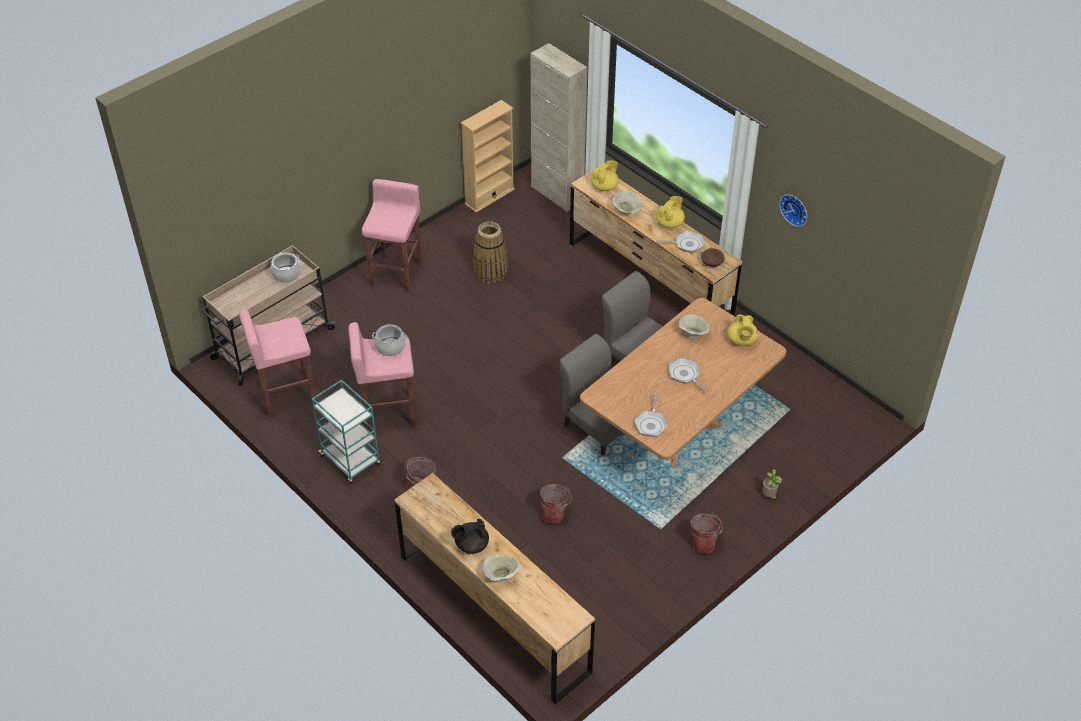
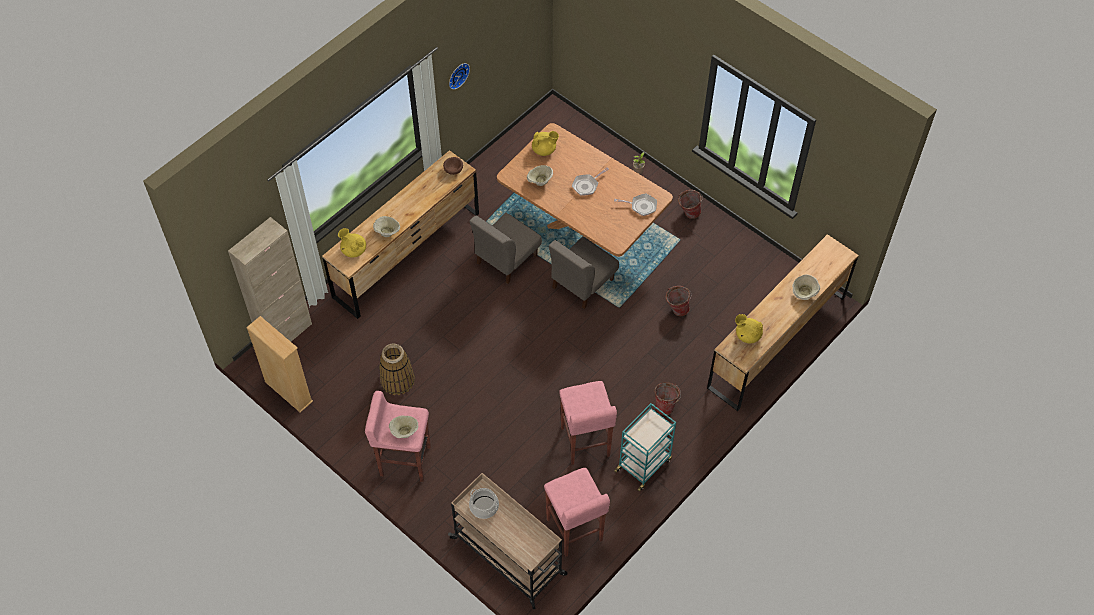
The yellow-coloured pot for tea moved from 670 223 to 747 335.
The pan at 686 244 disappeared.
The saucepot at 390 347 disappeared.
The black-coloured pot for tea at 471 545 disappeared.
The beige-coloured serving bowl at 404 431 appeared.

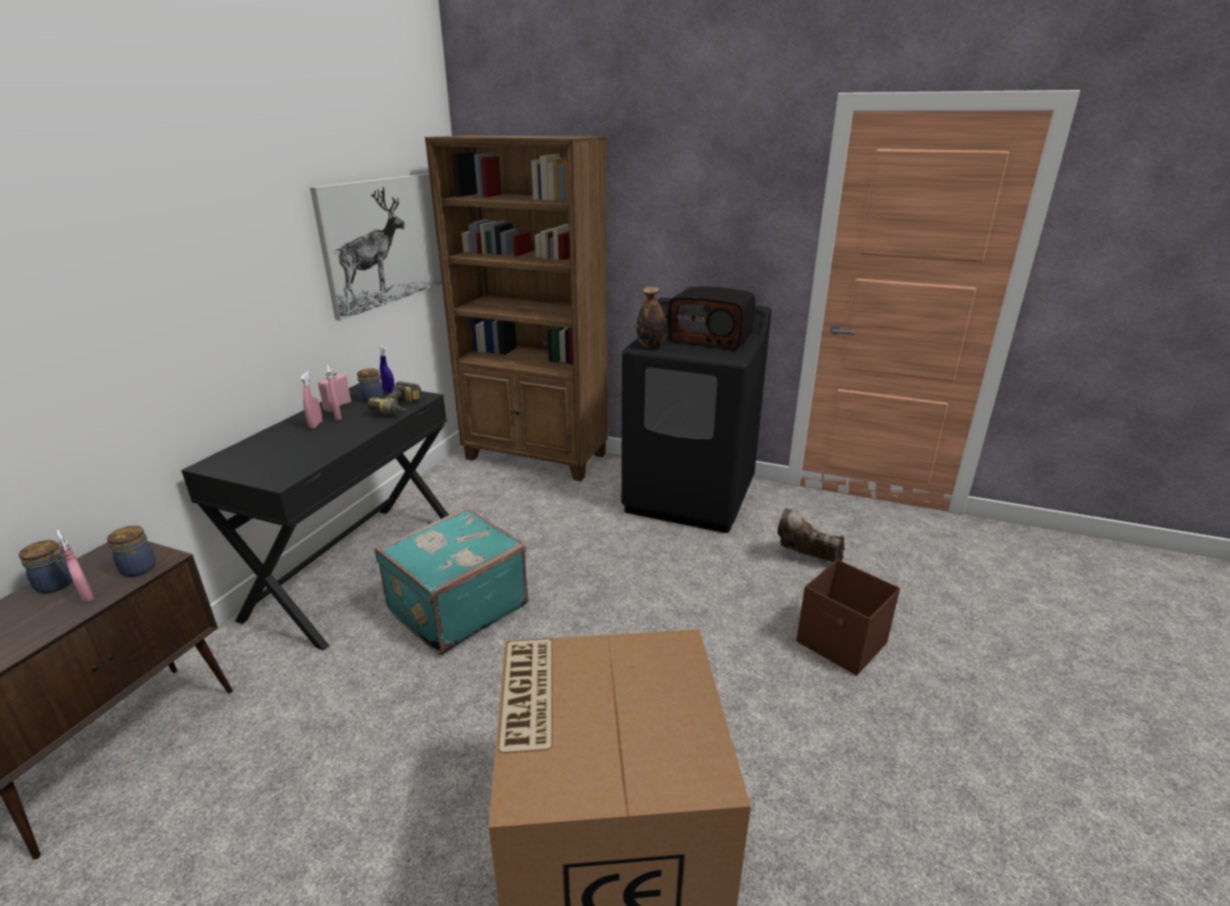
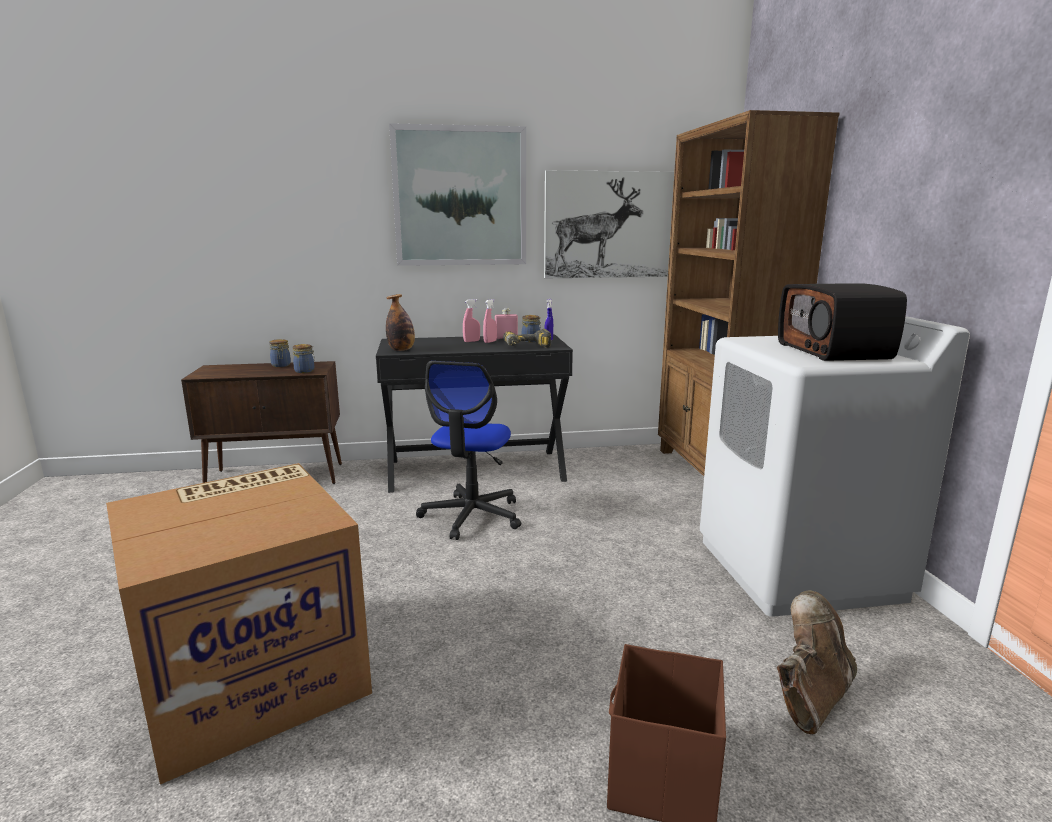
The beverage bottle moved from 651 346 to 401 350.
The black-coloured laundry appliance at 690 496 became the white laundry appliance at 798 569.
The turquoise suitcase at 456 607 was replaced by the desk chair at 471 516.
The brown-coloured boot at 805 559 turned 45 degrees clockwise.
The pink-coloured hand sprayer at 87 596 disappeared.
The wall picture at 460 197 appeared.

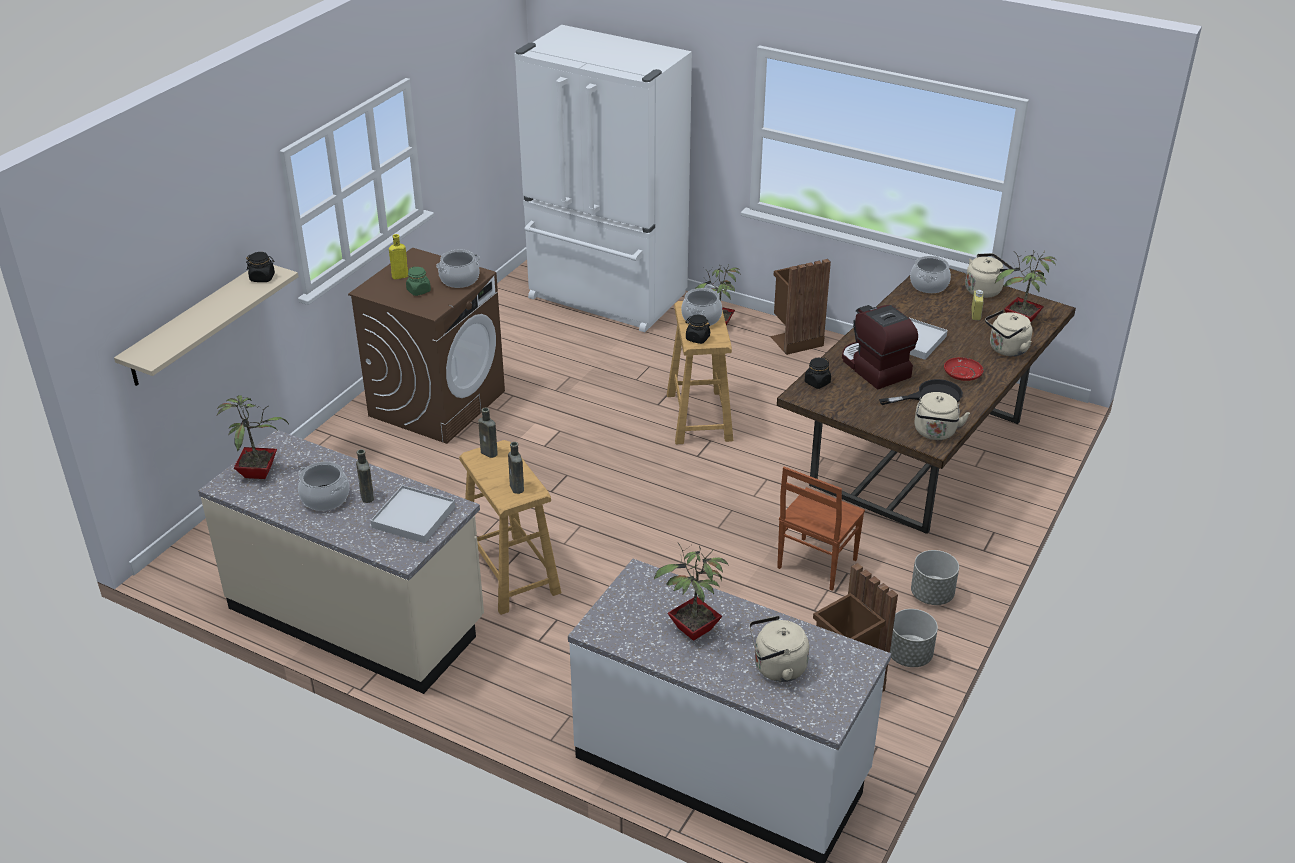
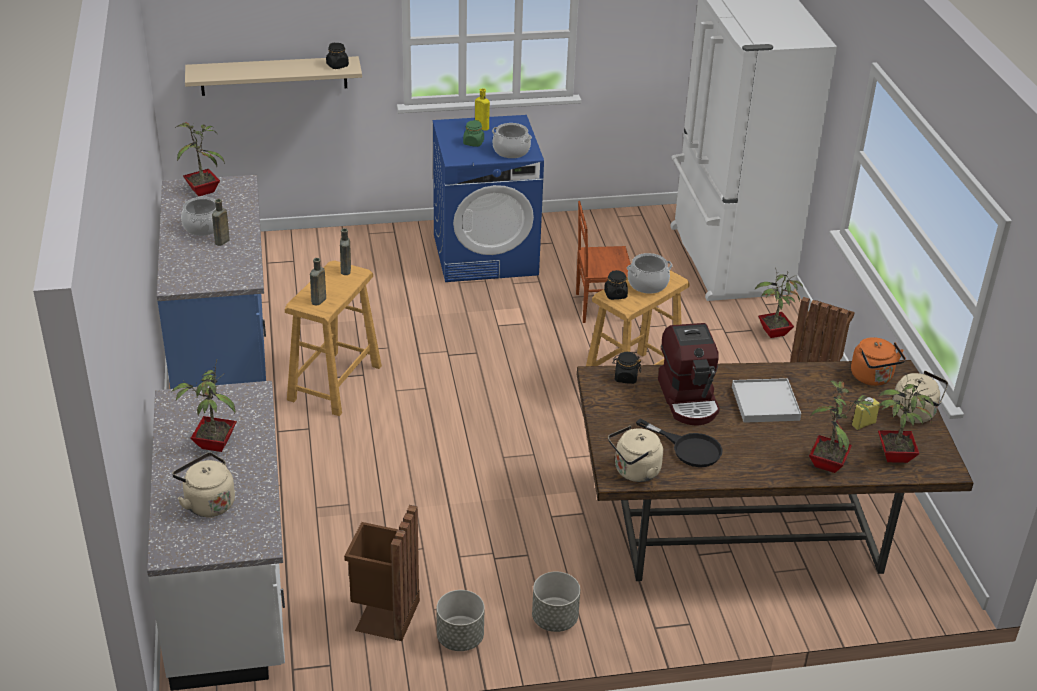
The brown-coloured laundry appliance at 437 403 became the bluish laundry appliance at 486 254.
The saucepot at 929 285 was replaced by the orange-coloured water kettle at 873 378.
The coffee maker at 873 368 turned 150 degrees clockwise.
The beige-coloured water kettle at 1006 350 was replaced by the plant in a pot at 829 465.
The red-coloured plate at 962 374 disappeared.
The beige-coloured counter at 357 615 became the bluish counter at 222 340.
The brown-coloured chair moved from 815 564 to 600 306.
The white tray at 414 517 disappeared.

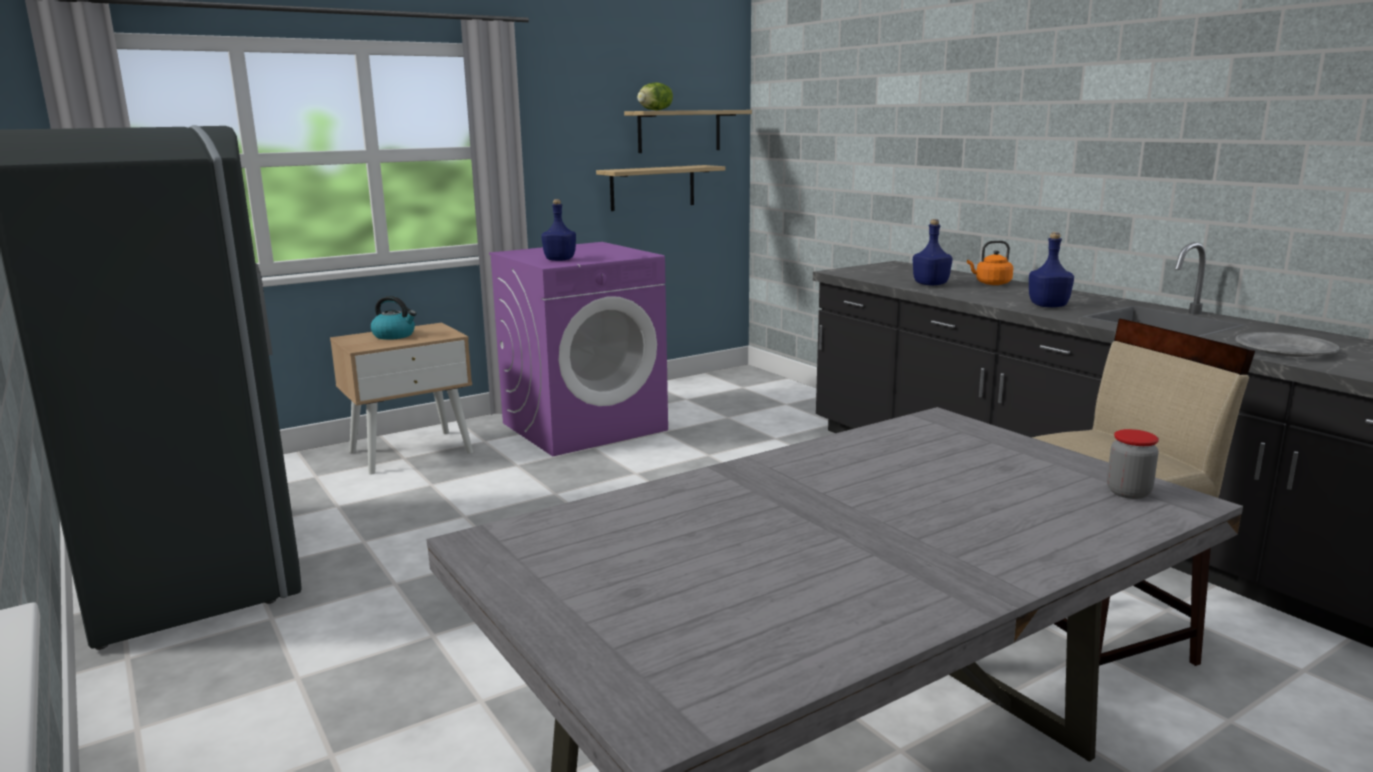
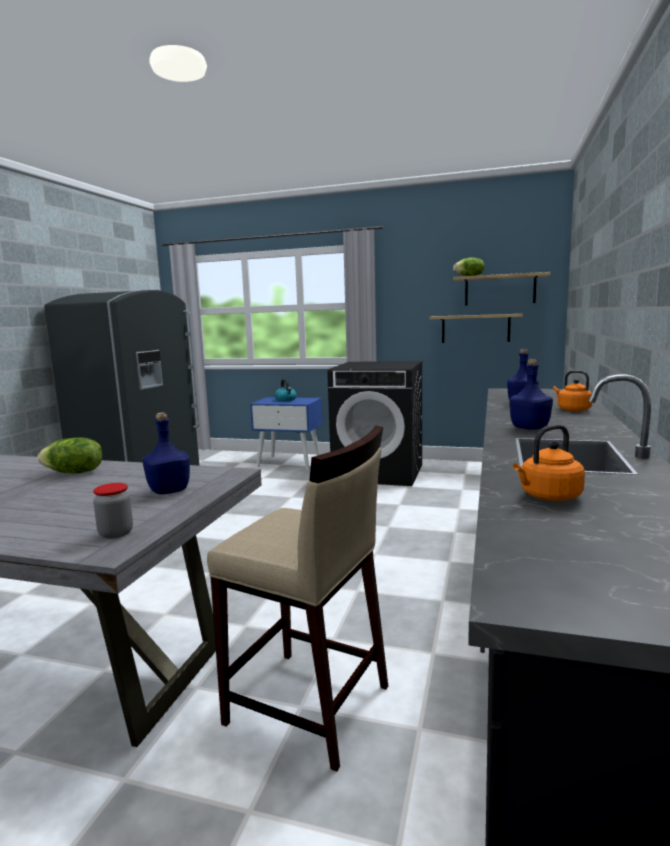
The bluish beverage bottle moved from 559 260 to 168 490.
The purple-coloured laundry appliance at 584 426 became the black-coloured laundry appliance at 379 472.
The beige-coloured nightstand at 411 451 became the bluish nightstand at 289 463.
The grey plate at 1285 350 was replaced by the orange-coloured water kettle at 548 497.
The lettuce head at 74 473 appeared.

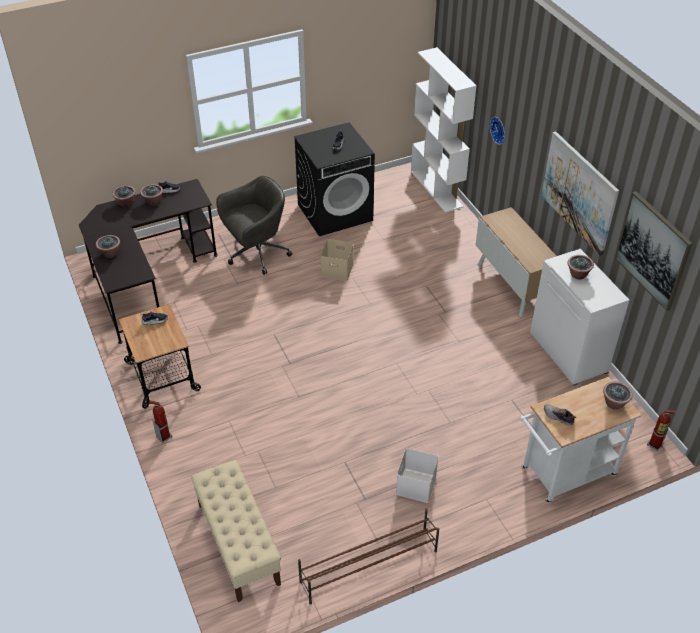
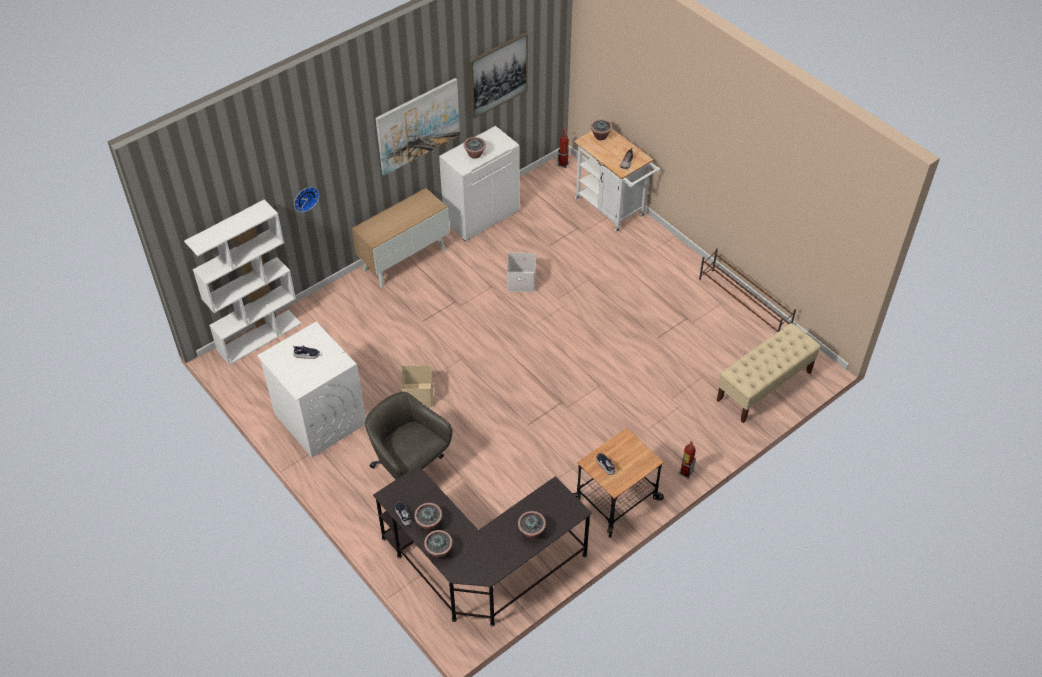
The black-coloured laundry appliance at 335 212 became the white laundry appliance at 319 418.
The white storage box moved from 416 486 to 522 281.

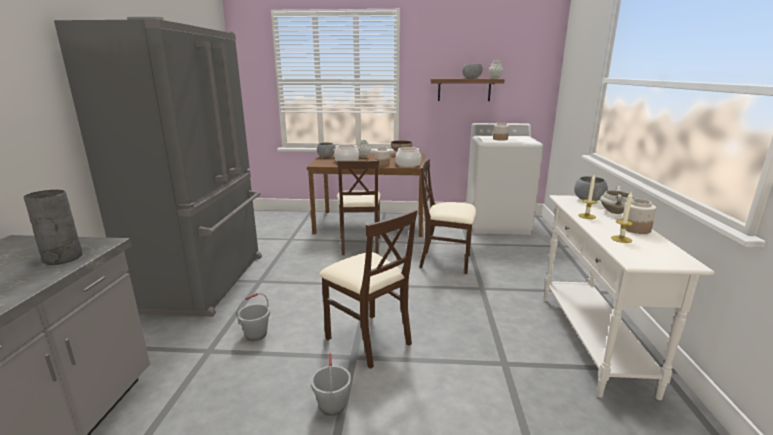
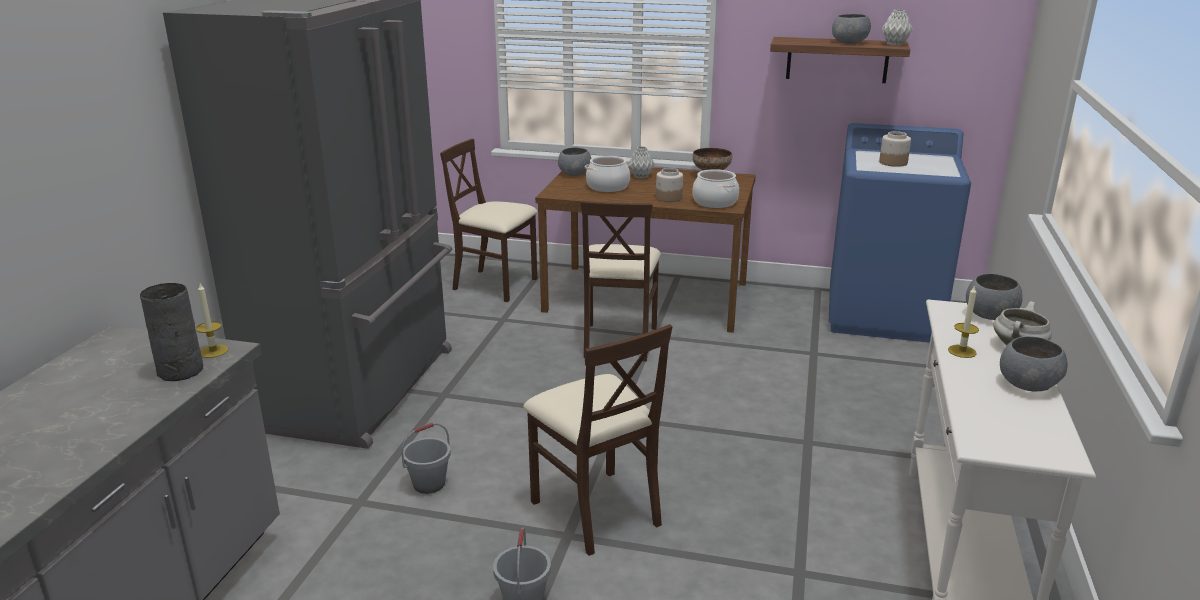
The white laundry appliance at 497 224 became the bluish laundry appliance at 883 315.
The beige-coloured chair moved from 446 262 to 495 285.
The candle moved from 621 239 to 213 351.
The preserve jar at 635 229 was replaced by the grey serving bowl at 1026 384.

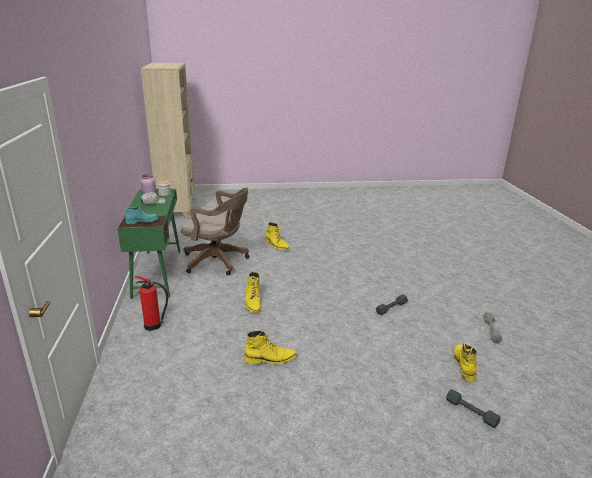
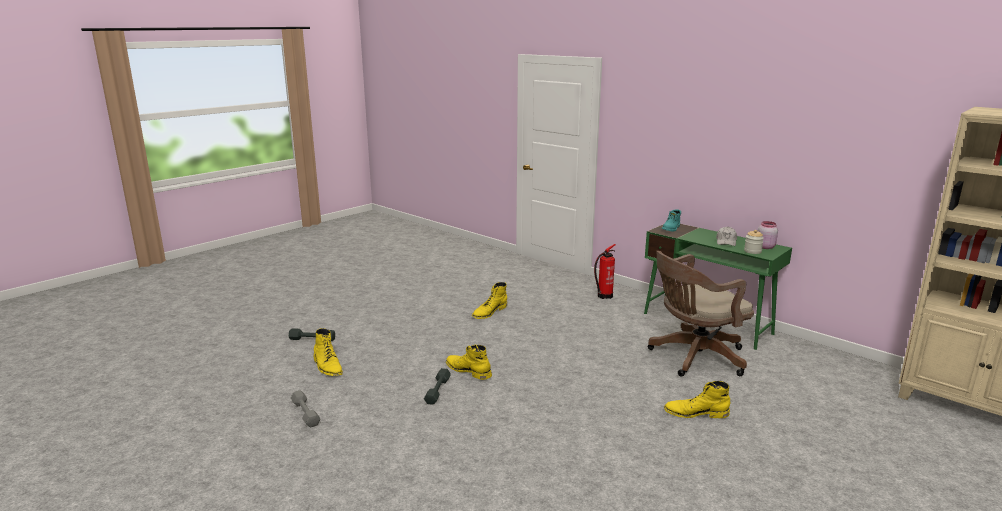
The yellow-coloured boot moved from 253 302 to 468 370.

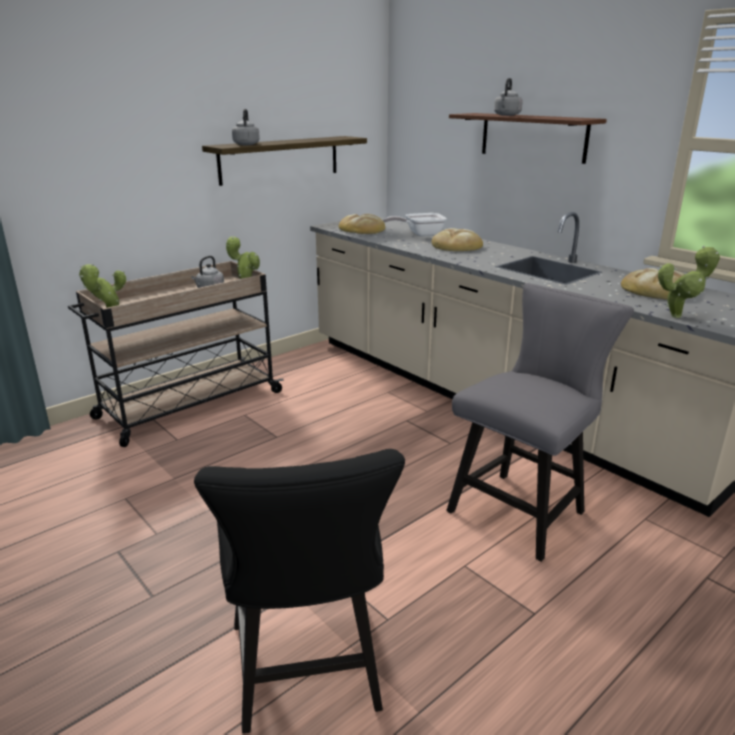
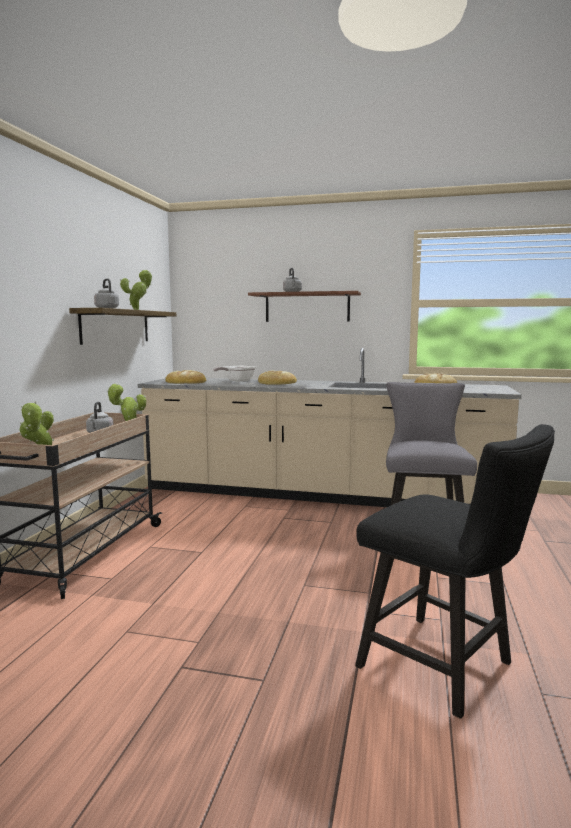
The plant in a pot moved from 679 316 to 138 310.

